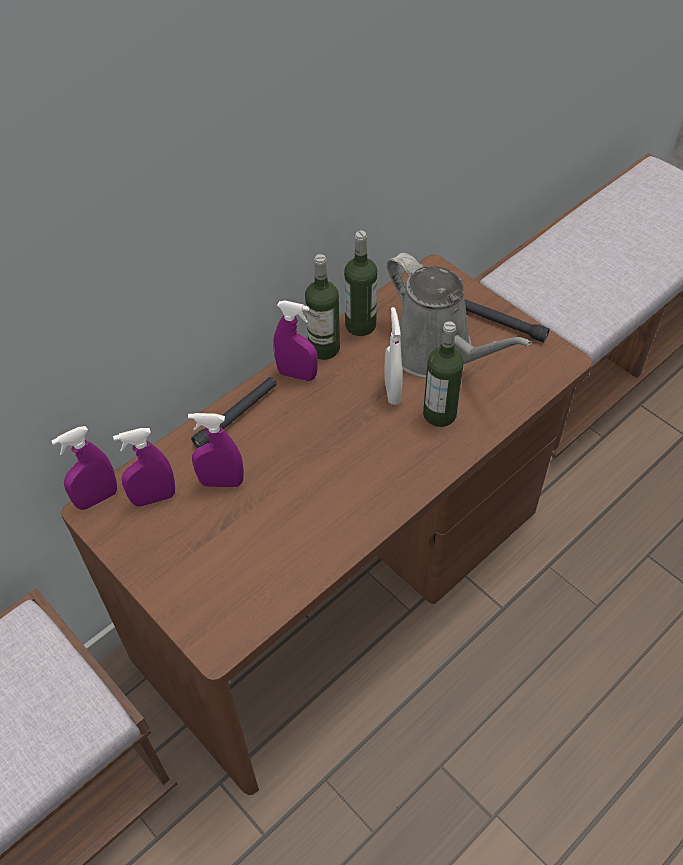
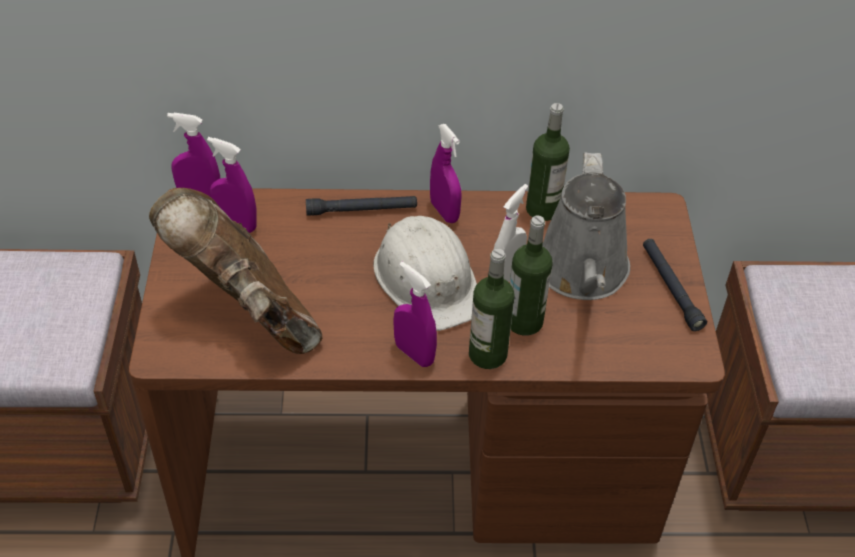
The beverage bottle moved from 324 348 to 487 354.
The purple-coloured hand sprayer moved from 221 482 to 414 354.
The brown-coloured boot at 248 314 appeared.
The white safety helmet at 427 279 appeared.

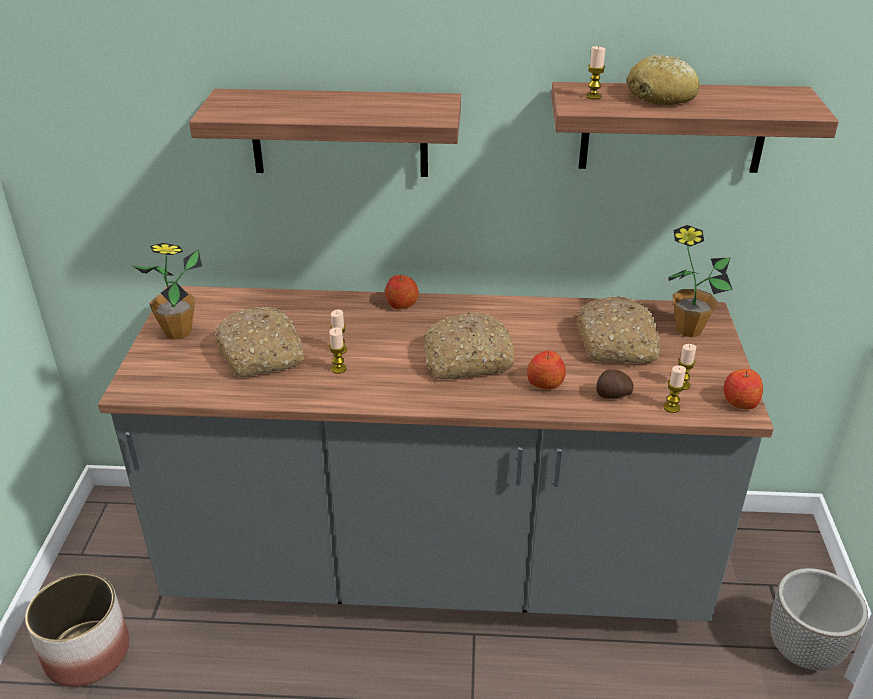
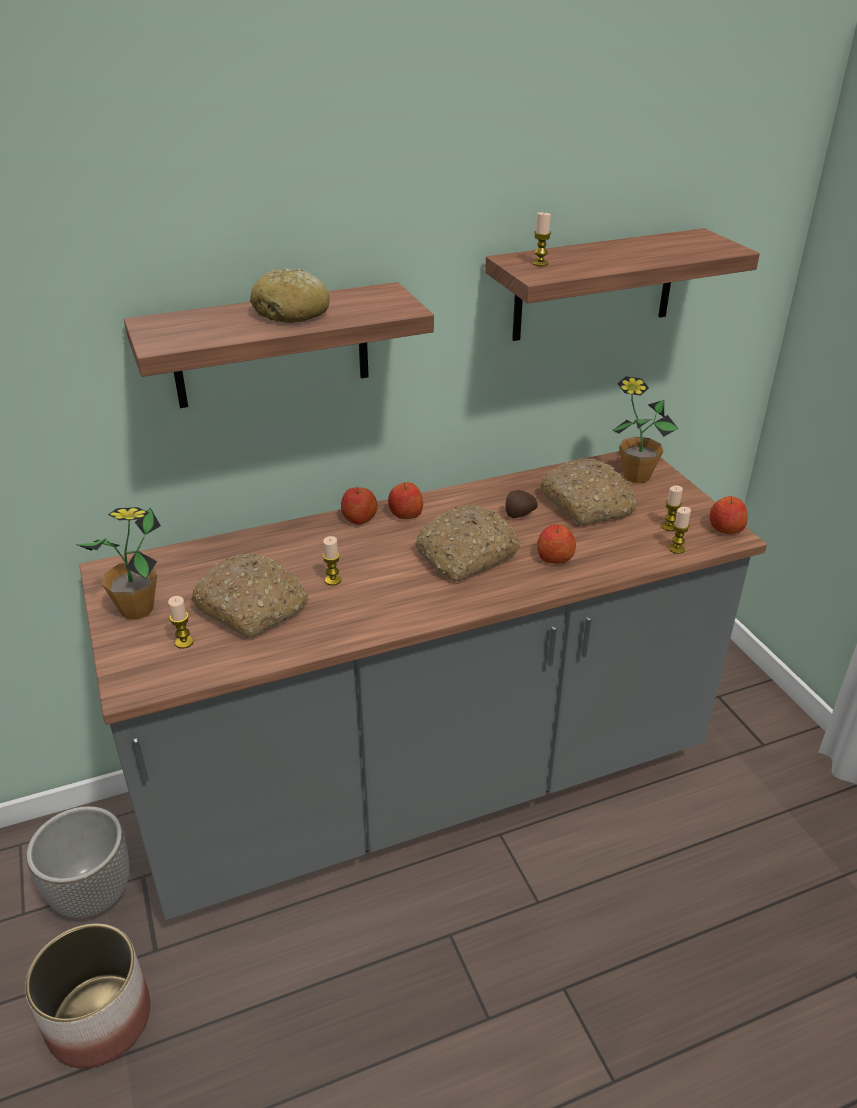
The bakery bread moved from 661 96 to 292 313.
The candle moved from 338 369 to 184 642.
The spud moved from 612 395 to 519 514.
The plant pot moved from 804 650 to 94 894.
The apple at 405 514 appeared.

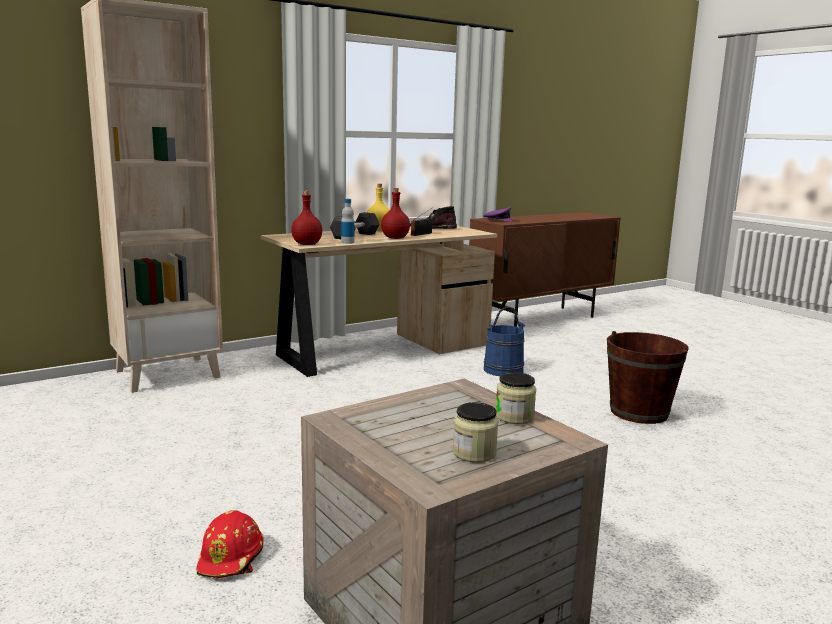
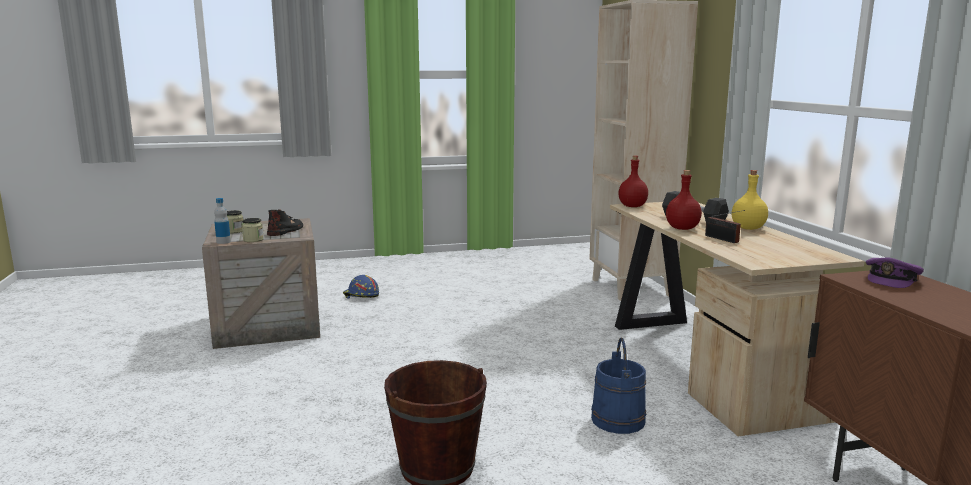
The beverage bottle moved from 347 242 to 223 242.
The black-coloured boot moved from 432 228 to 286 230.
The red-coloured safety helmet at 232 558 became the bluish safety helmet at 361 295.

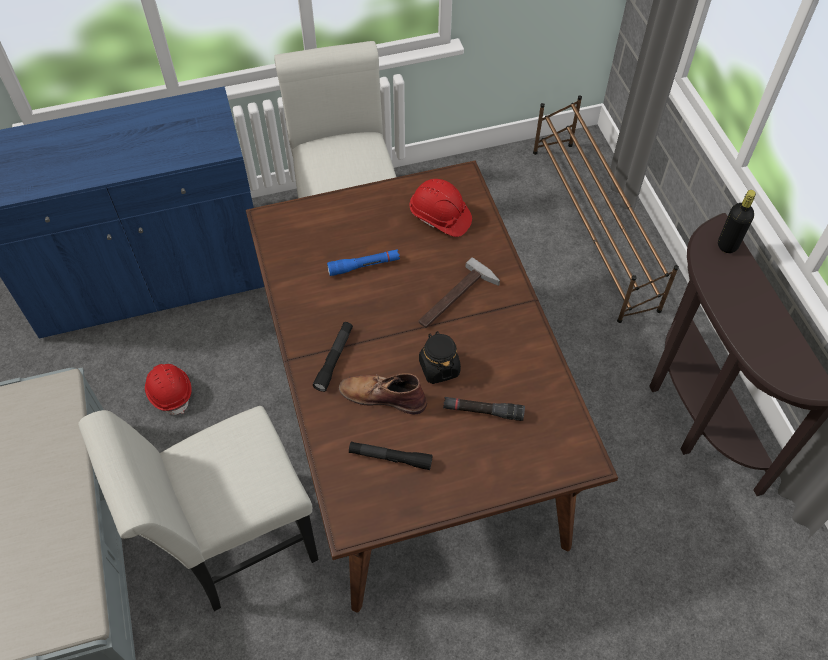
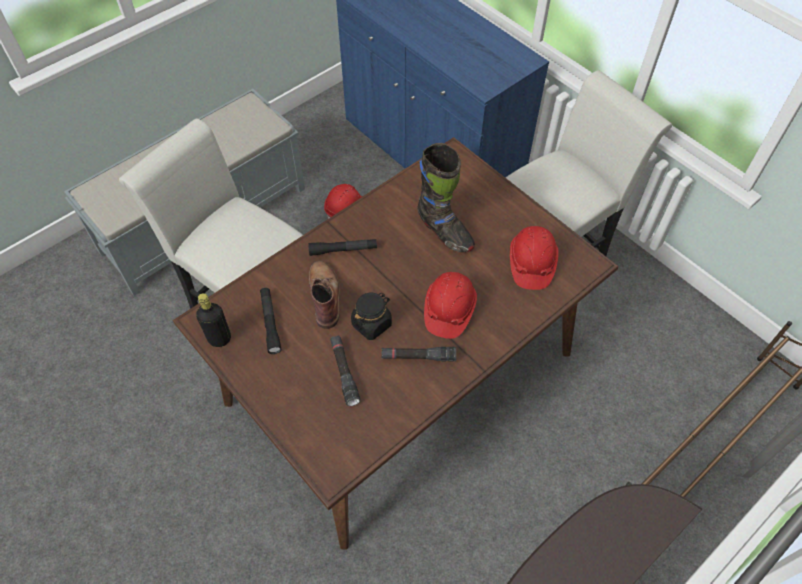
The black-coloured beverage bottle moved from 727 245 to 219 338.
The bluish torch at 364 266 was replaced by the black-coloured boot at 444 232.
The tool hammer at 456 300 was replaced by the red-coloured safety helmet at 448 310.
The black-coloured torch at 418 357 appeared.

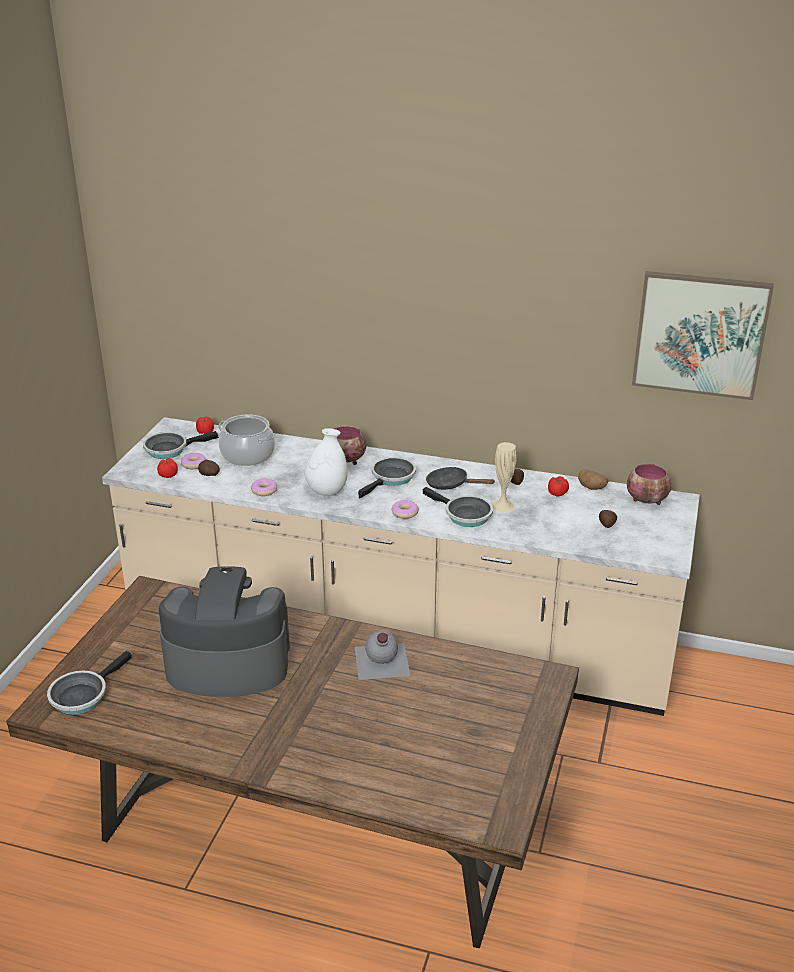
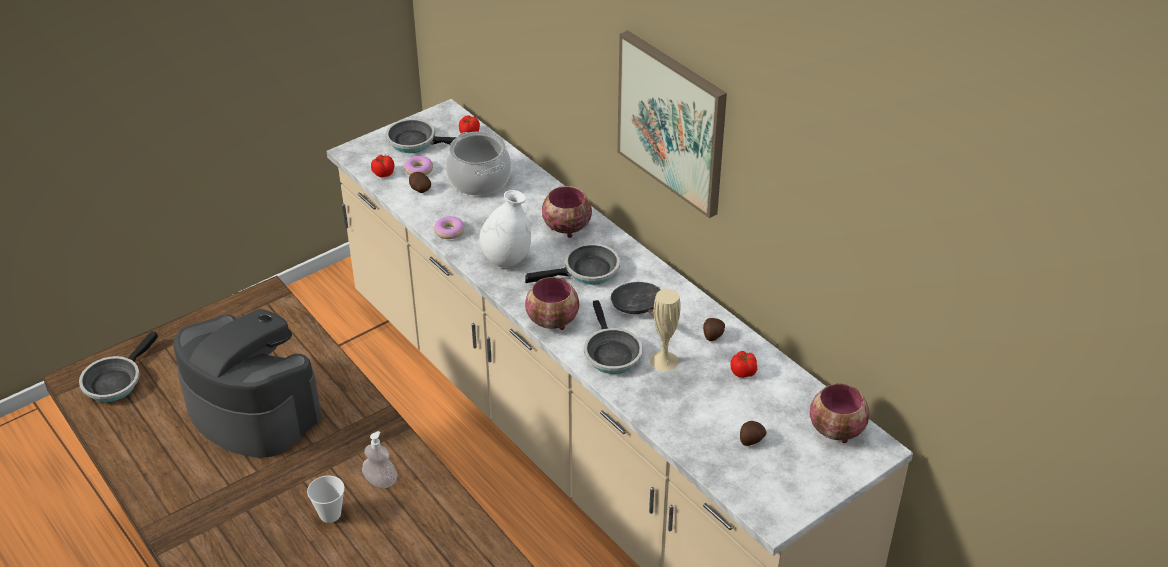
The wall picture moved from 700 334 to 672 122.
The spud at 592 488 disappeared.
The ring doughnut at 404 513 was replaced by the serving bowl at 553 321.
The grey beverage bottle at 381 661 was replaced by the soap dispenser at 381 481.
The pan at 82 695 turned 45 degrees counterclockwise.
The cup at 330 514 appeared.

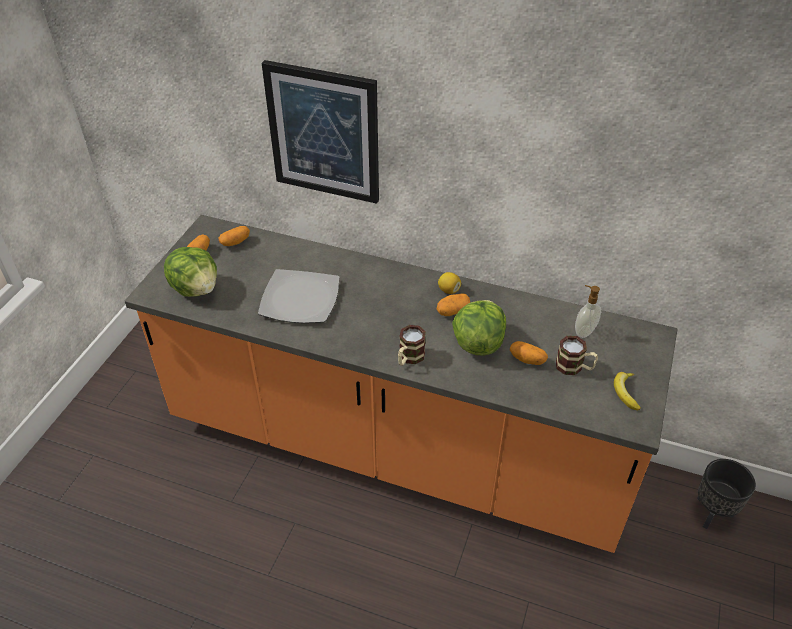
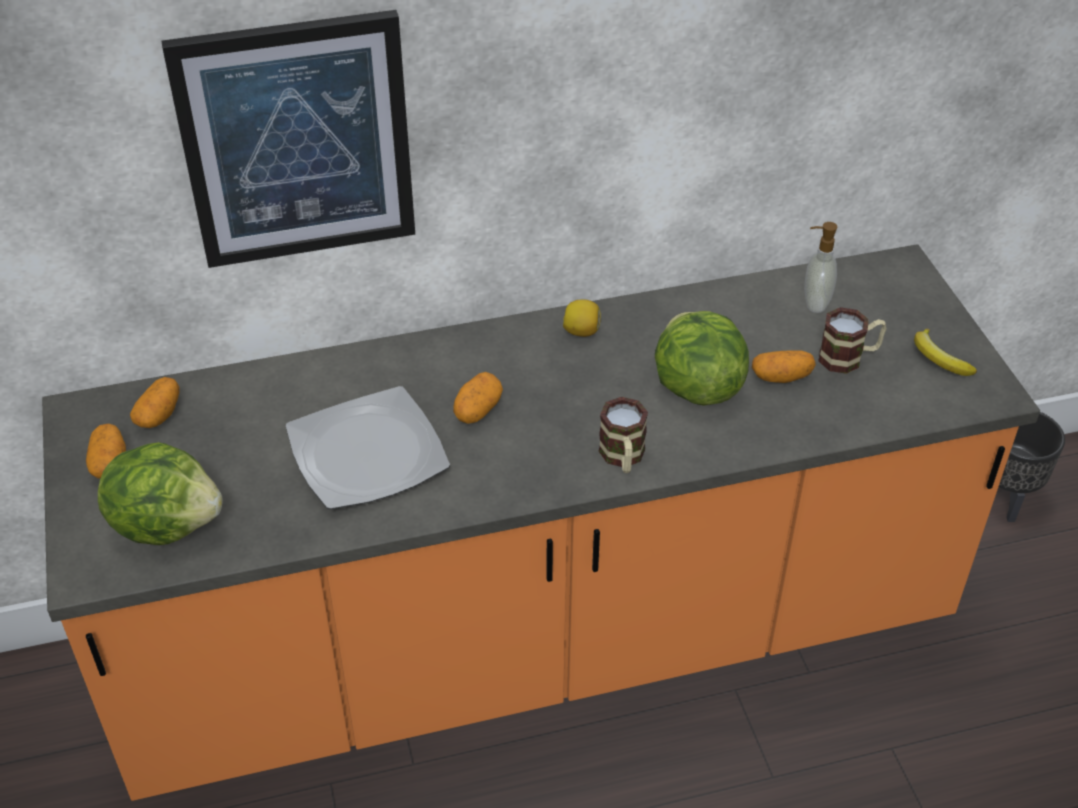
The spud moved from 452 311 to 477 410.

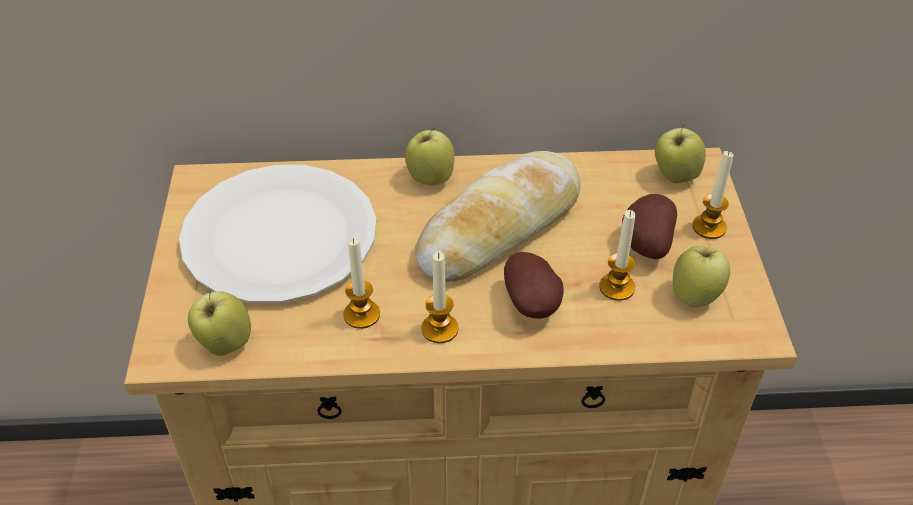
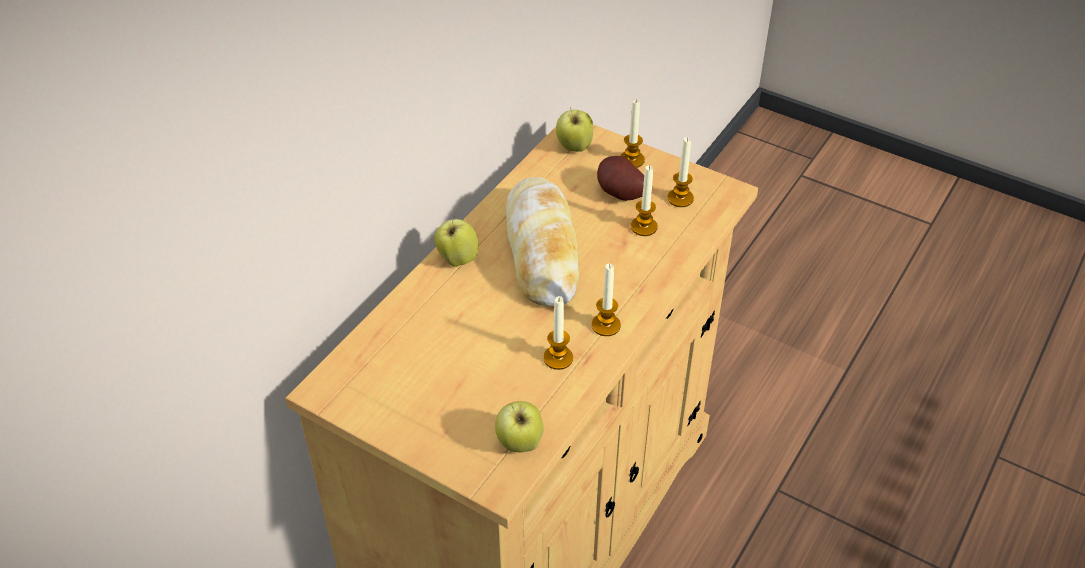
The white plate at 280 236 disappeared.
The apple at 695 295 was replaced by the candle at 680 198.
The spud at 533 304 disappeared.

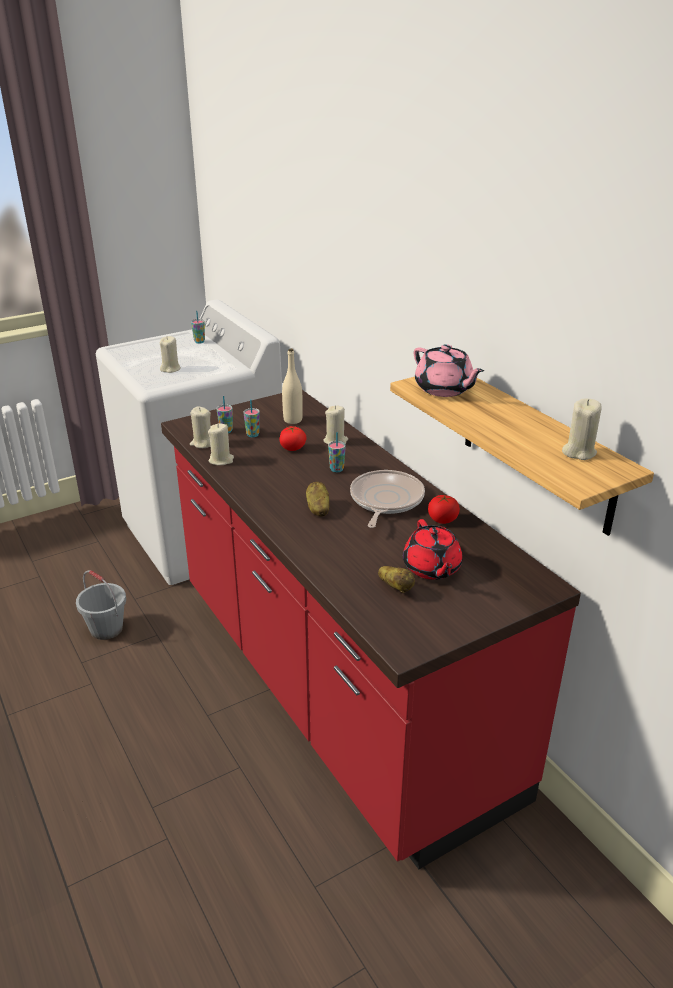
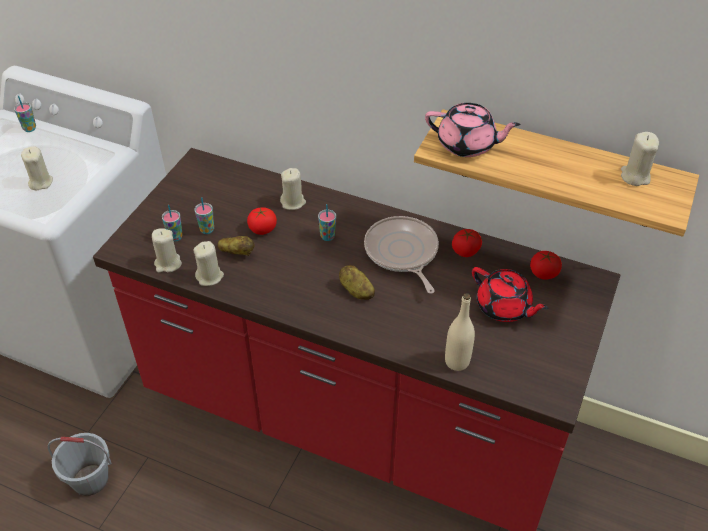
The beige-coloured beverage bottle moved from 293 420 to 457 361.
The spud moved from 396 587 to 237 252.
The whole tomato at 543 273 appeared.

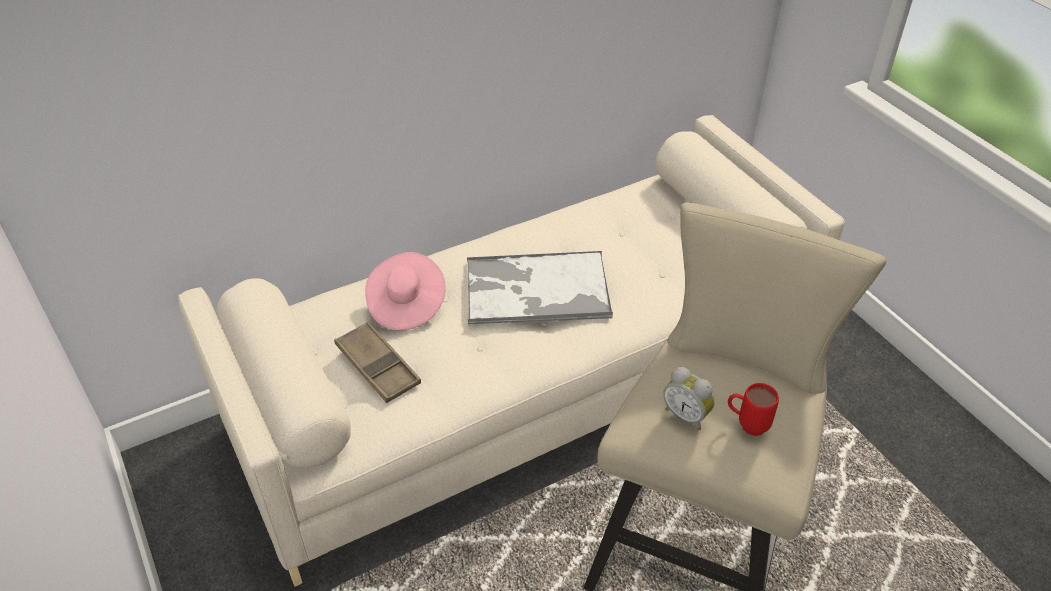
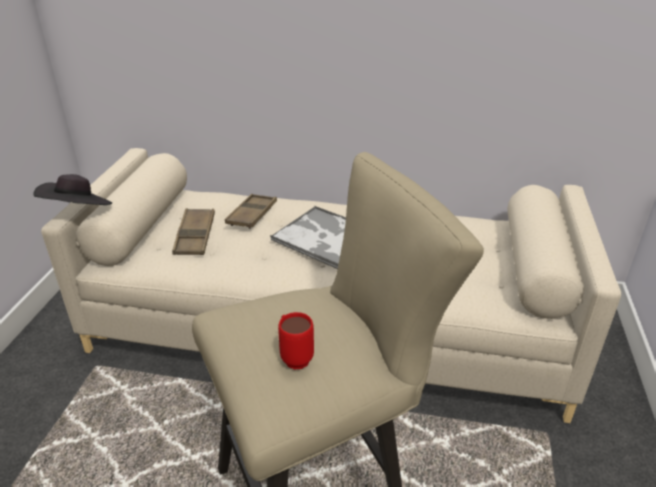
The pink-coloured clothing hat at 406 304 was replaced by the brown-coloured tray at 252 215.
The table clock at 686 415 disappeared.
The black-coloured clothing hat at 78 211 appeared.

